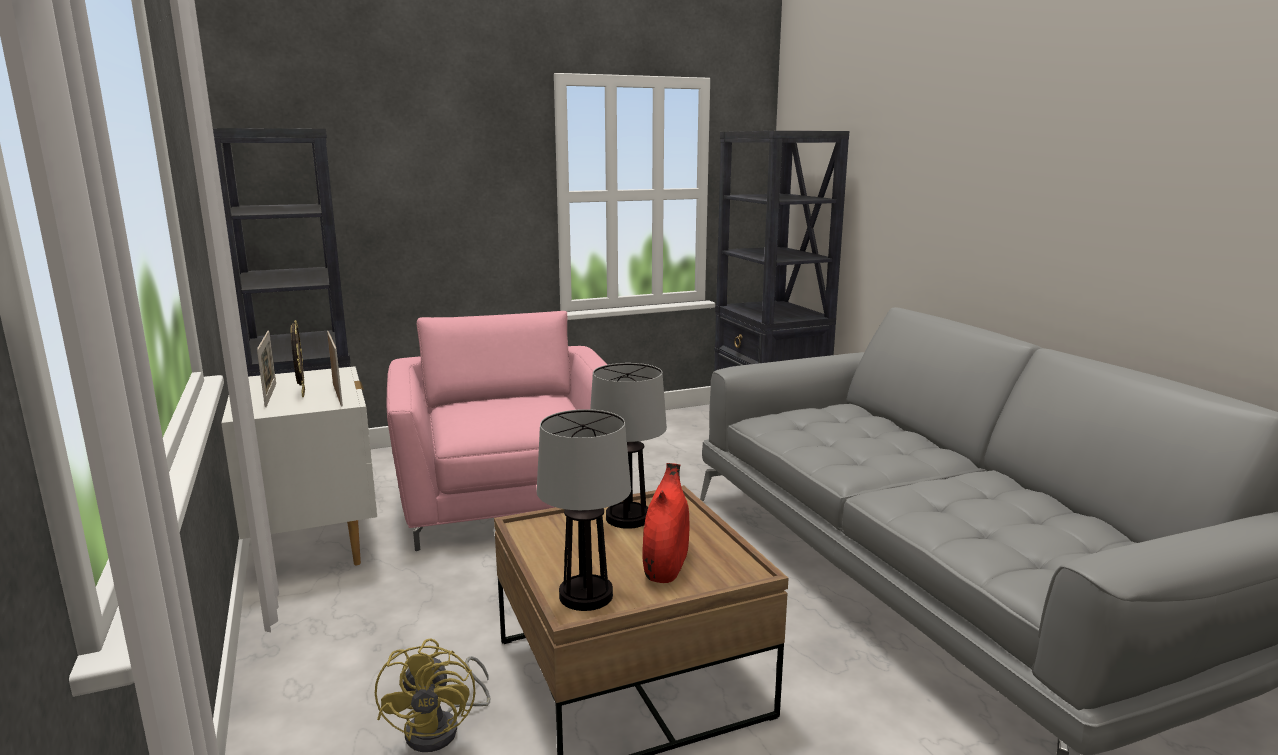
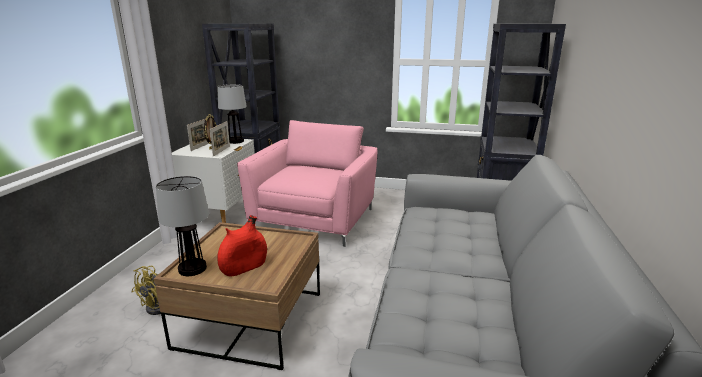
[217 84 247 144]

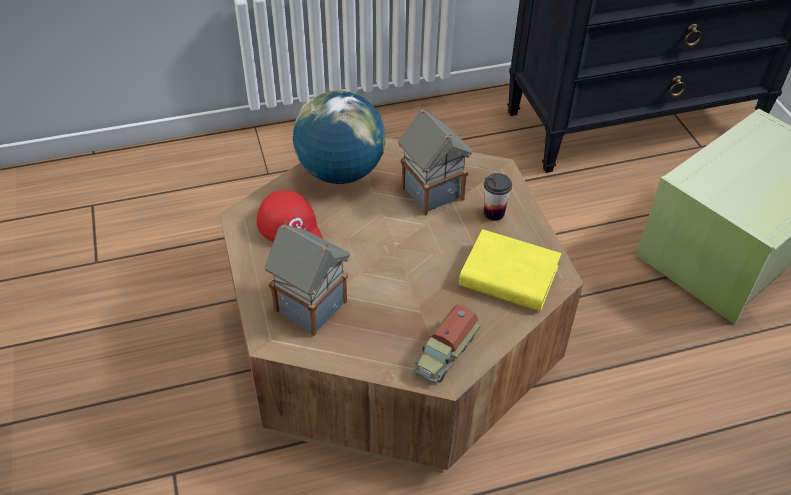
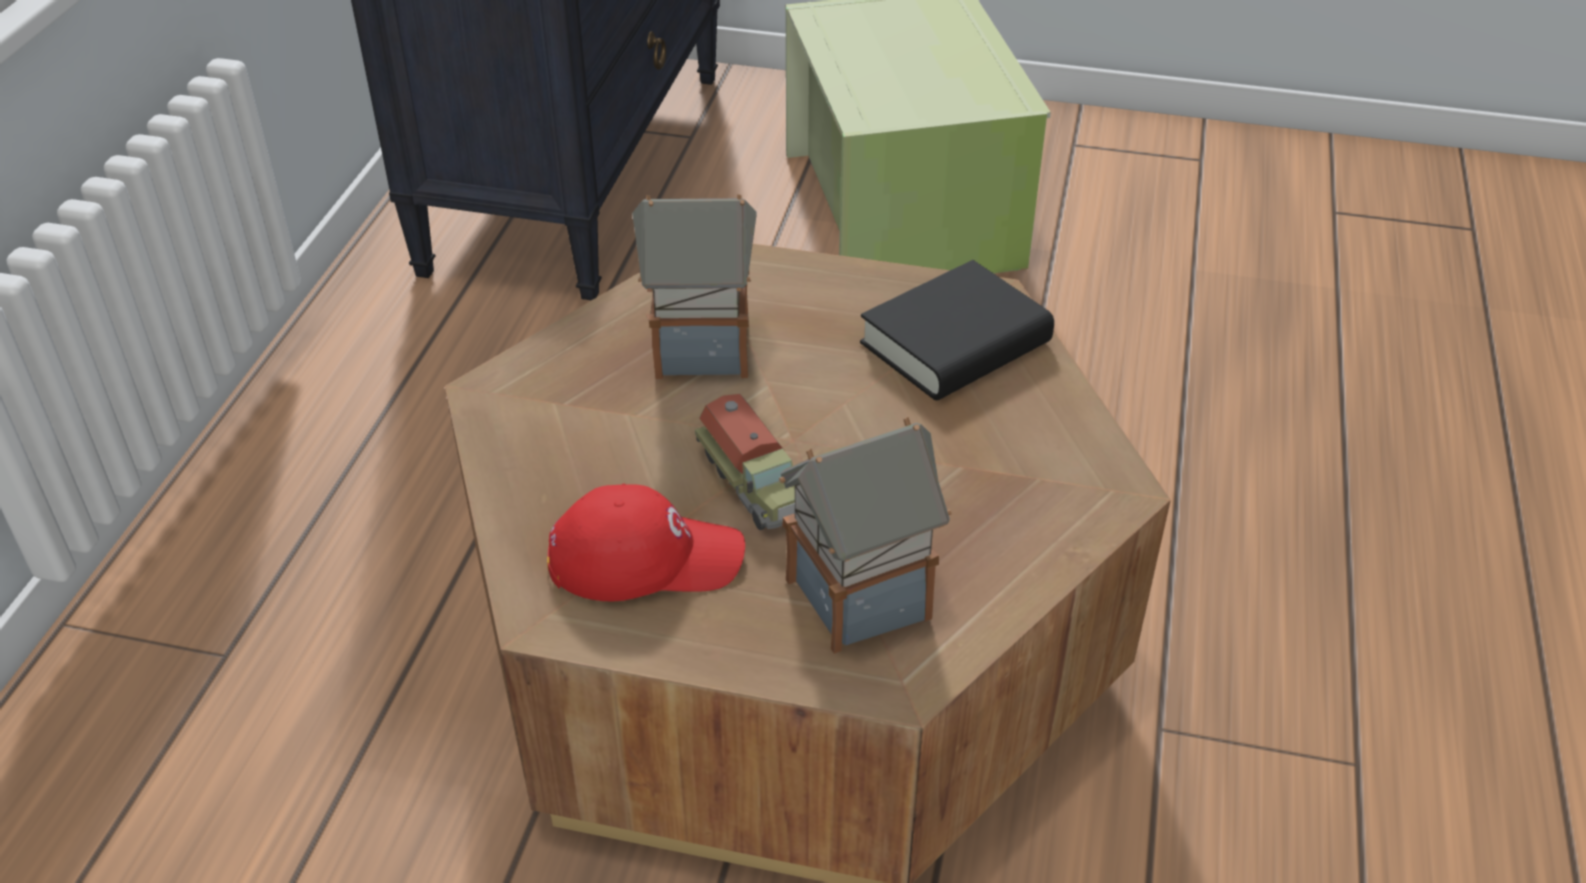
[695 394 796 530]
[860 260 1054 400]
[293 91 385 184] (first image)
[484 173 512 221] (first image)

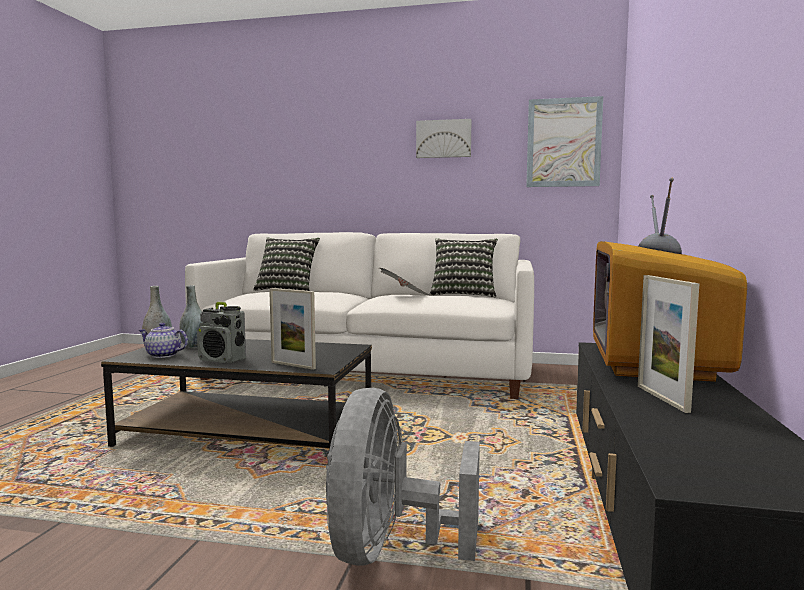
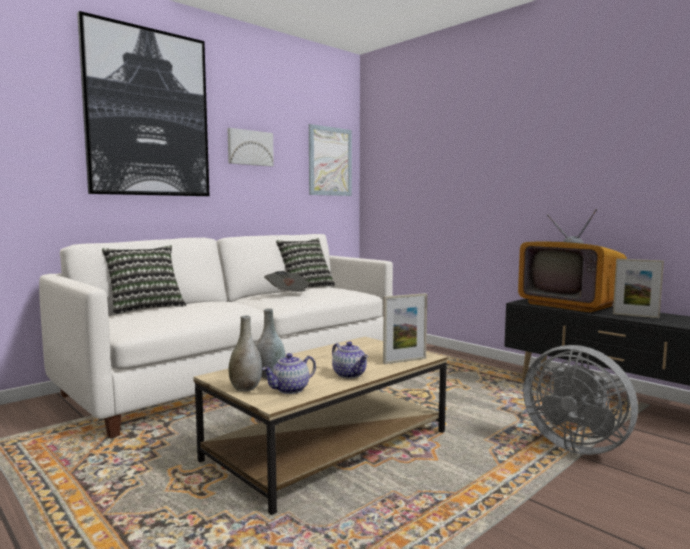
[77 11 209 196]
[193 337 448 515]
[332 342 368 379]

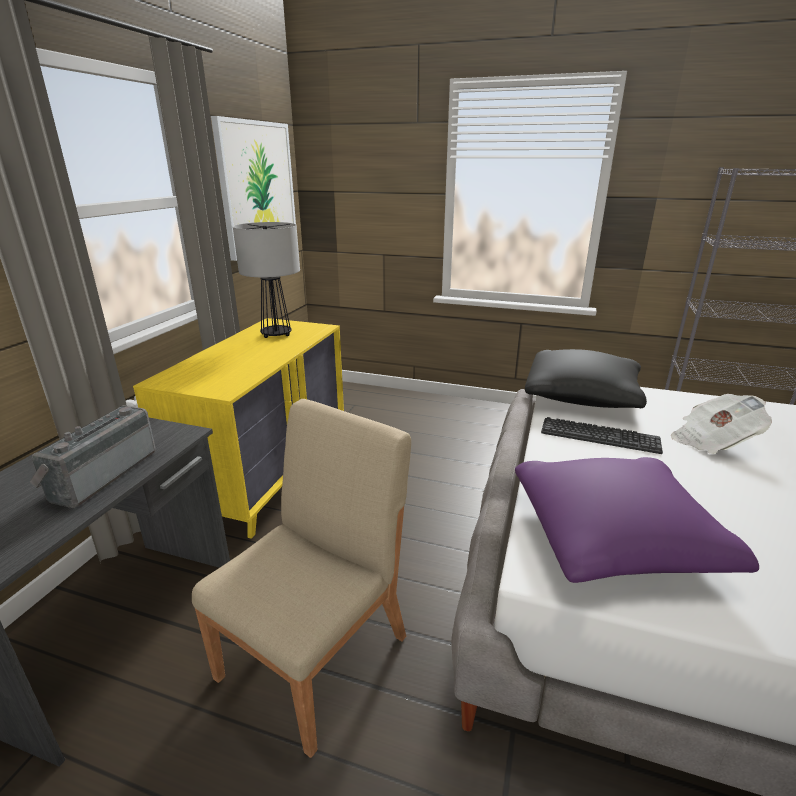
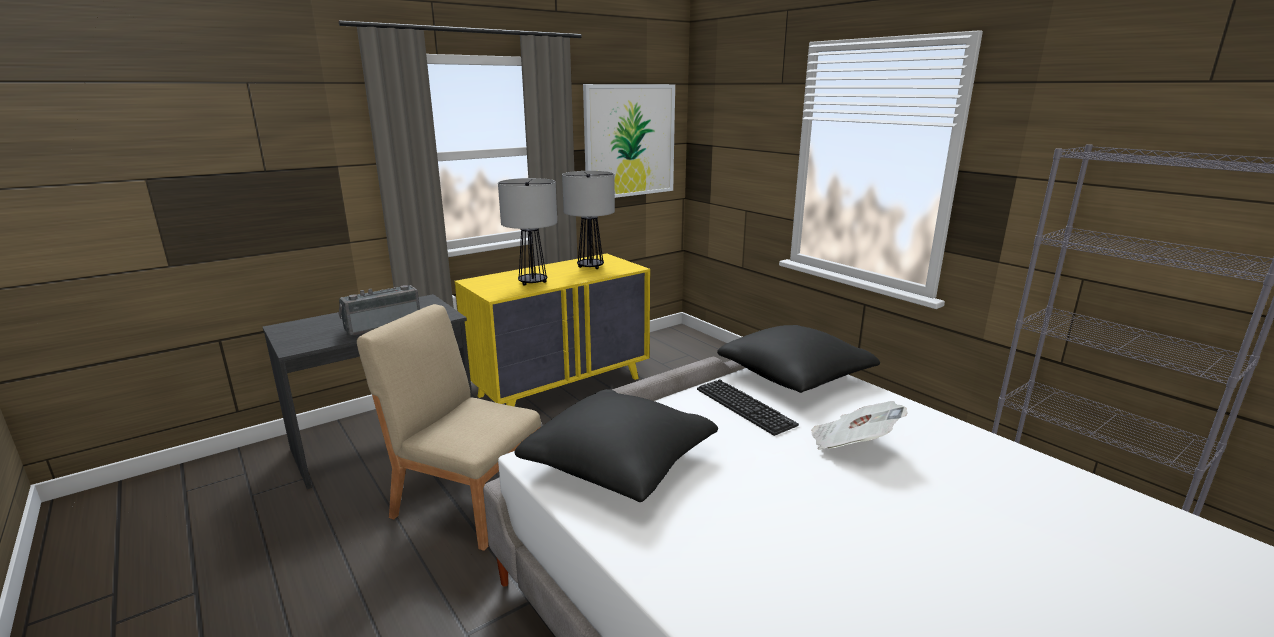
[357 304 541 551]
[498 178 557 285]
[515 389 718 502]

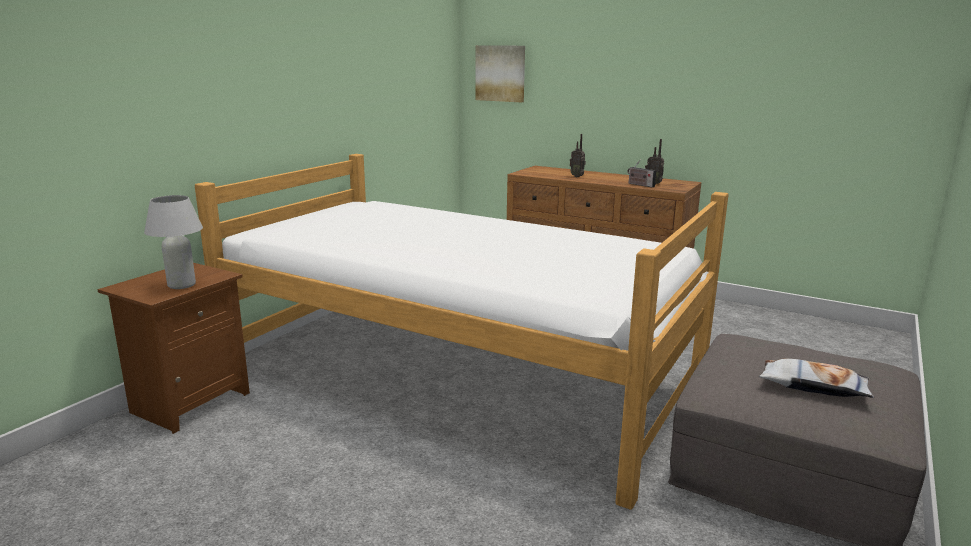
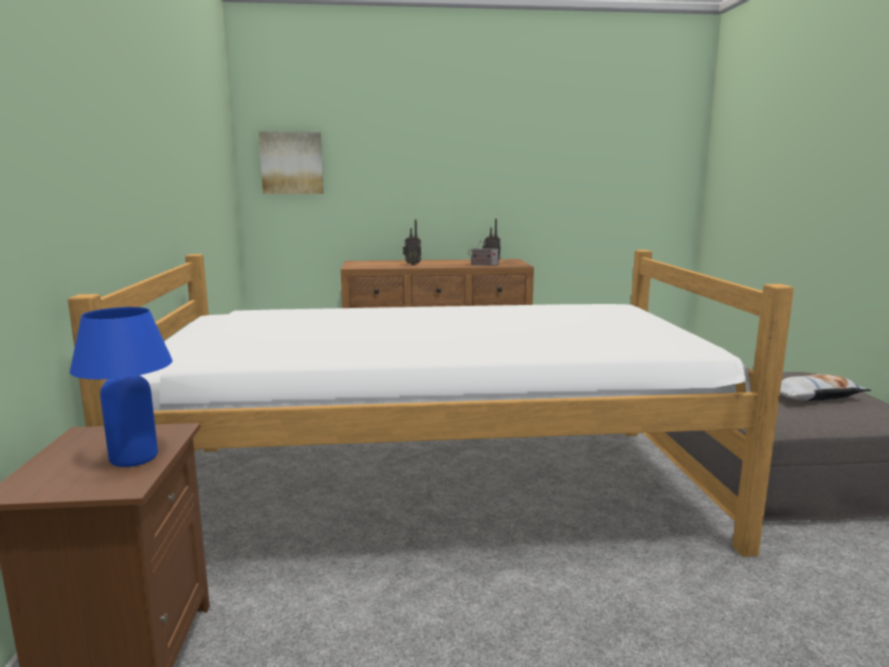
[70 307 173 467]

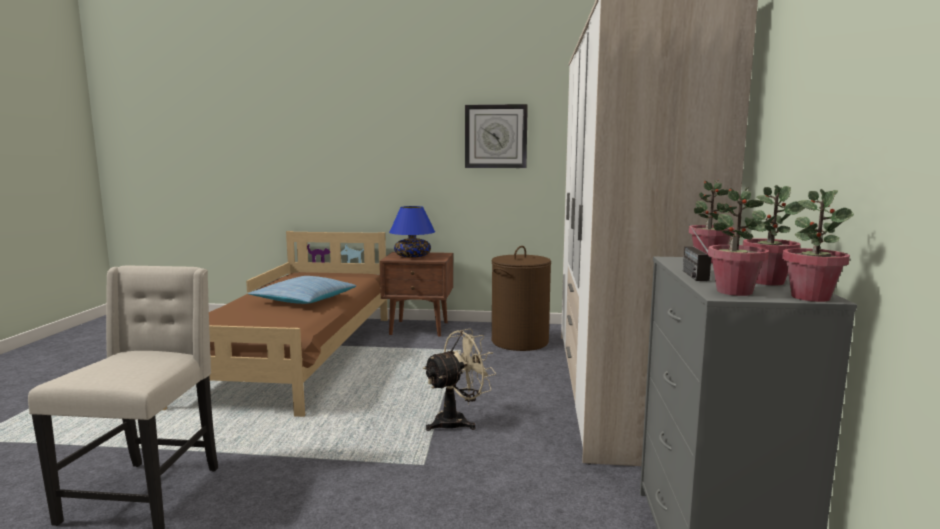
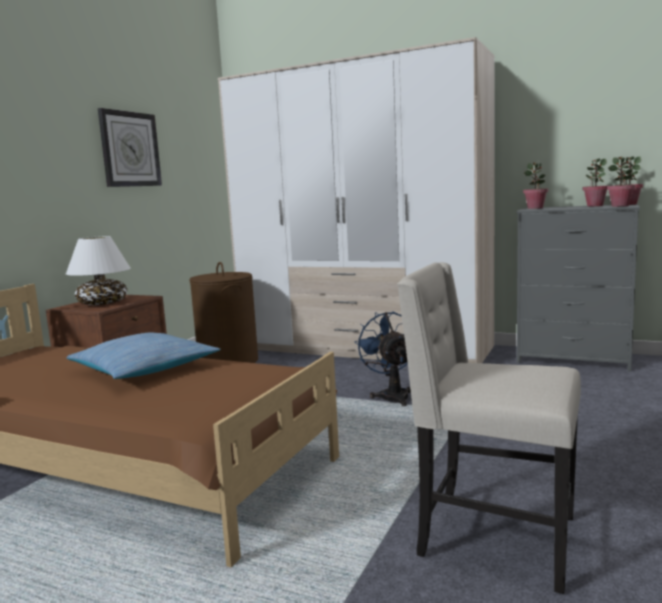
[66 236 131 305]
[354 312 411 406]
[683 224 711 281] (first image)

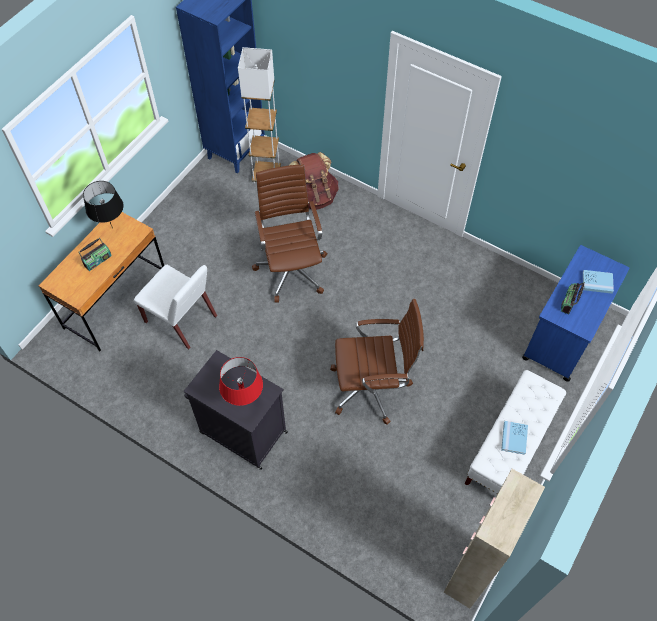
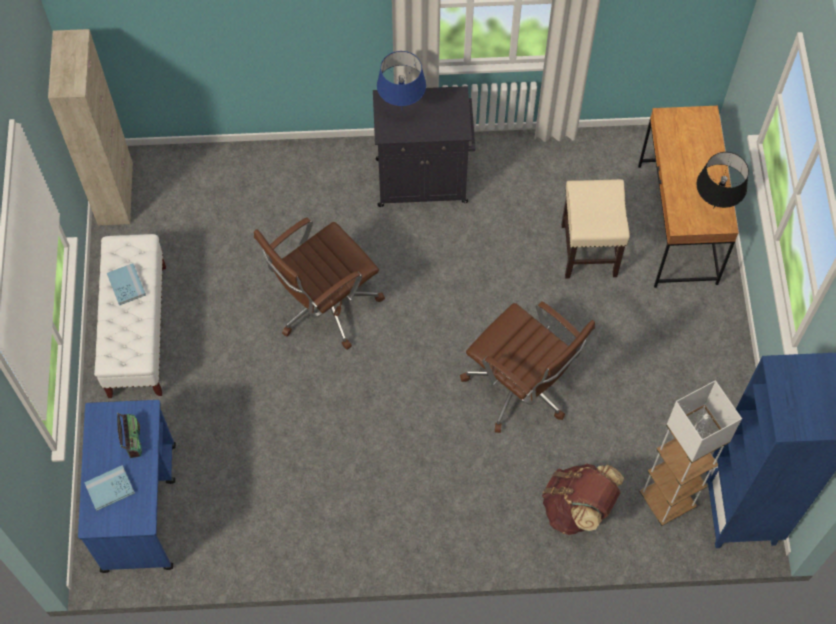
[377 51 426 106]
[561 179 630 279]
[78 238 112 271] (first image)

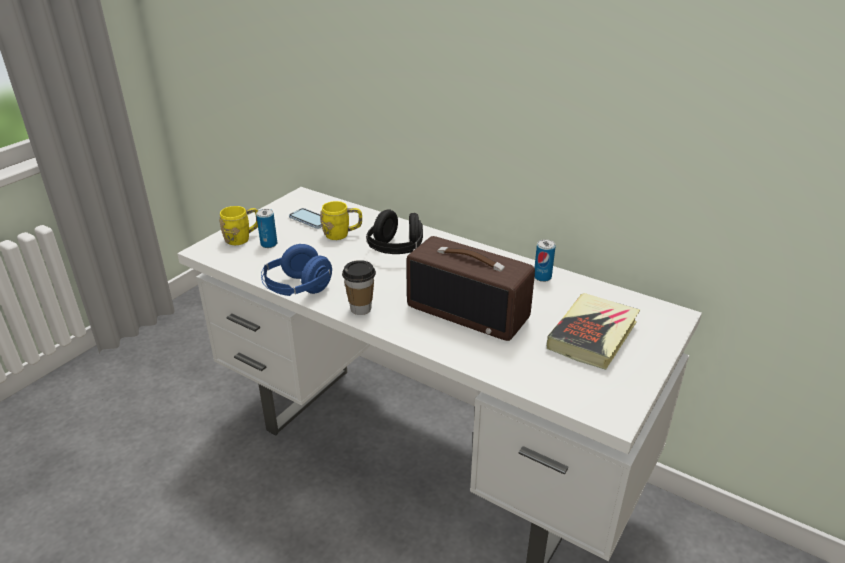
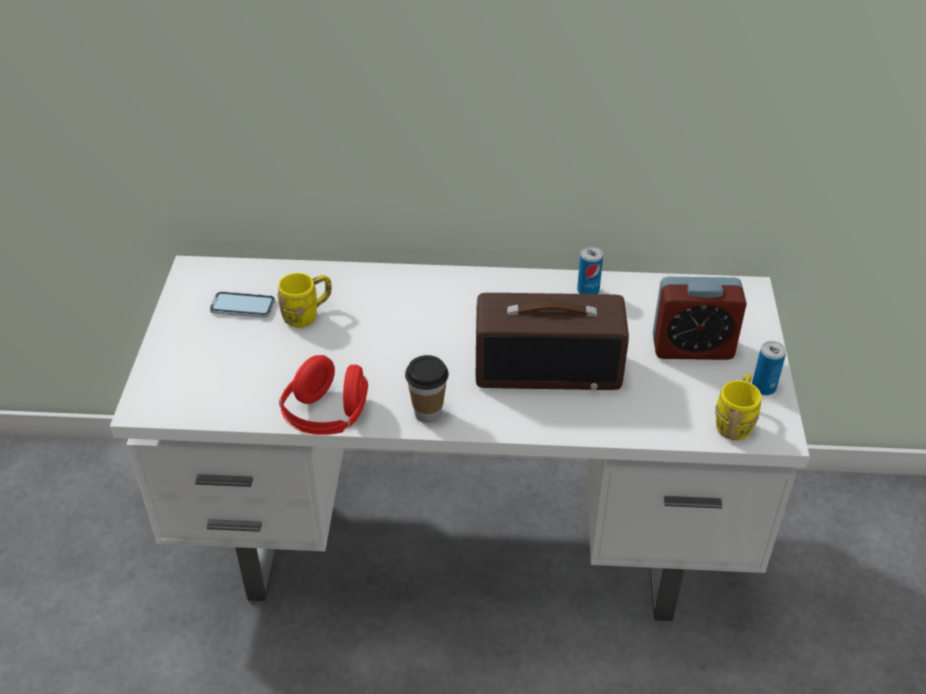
[279 355 368 435]
[653 277 747 360]
[715 374 761 440]
[752 341 786 395]
[366 209 423 254] (first image)

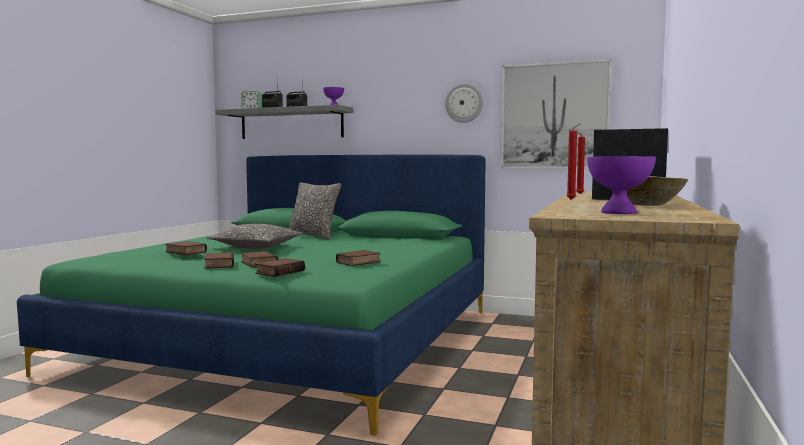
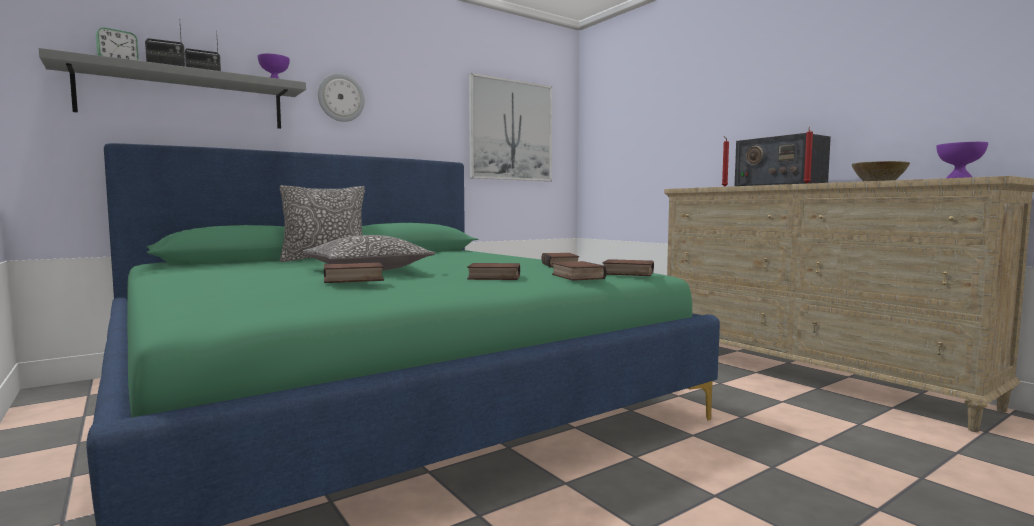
[318 73 365 122]
[602 259 654 276]

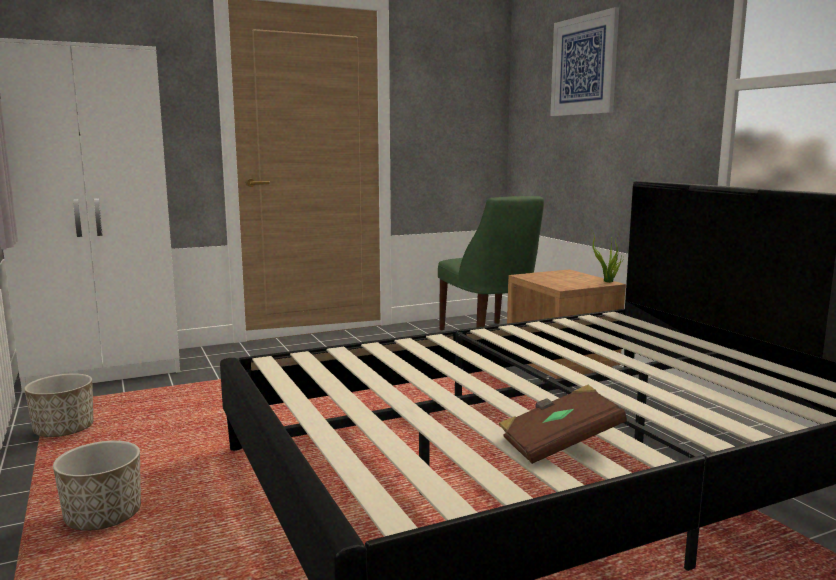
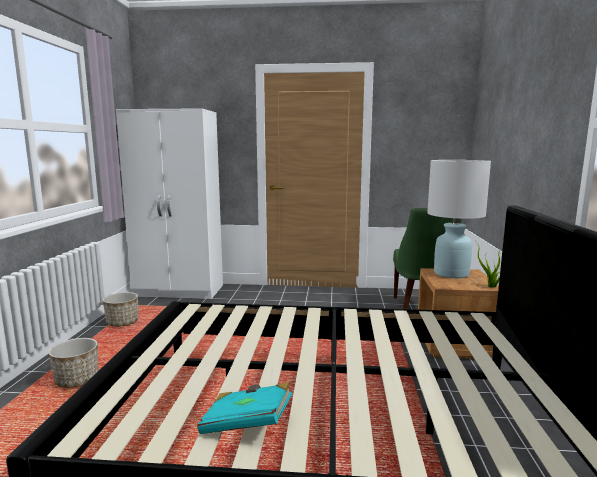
[197 382 292 434]
[427 160 491 278]
[550 7 619 116] (first image)

